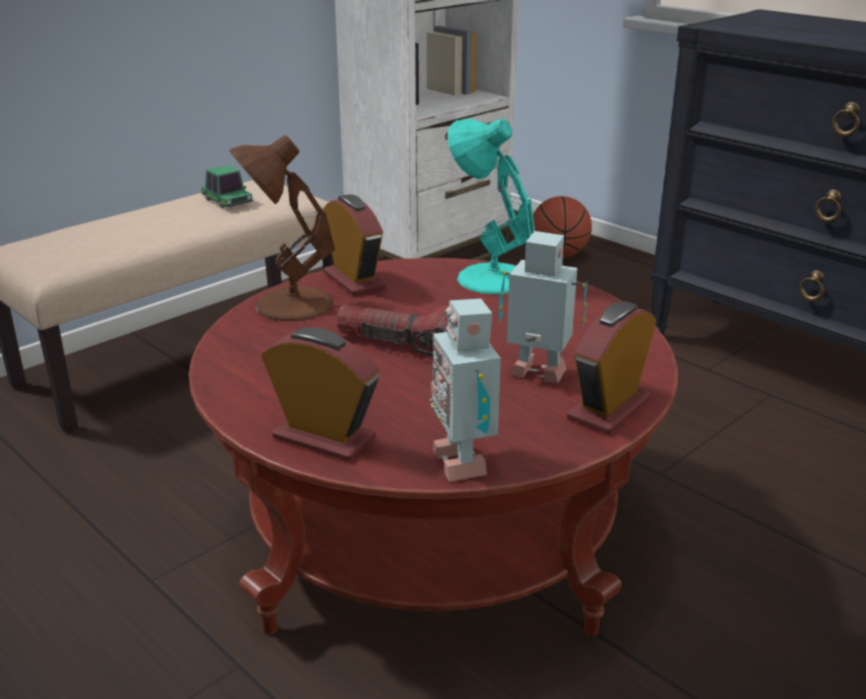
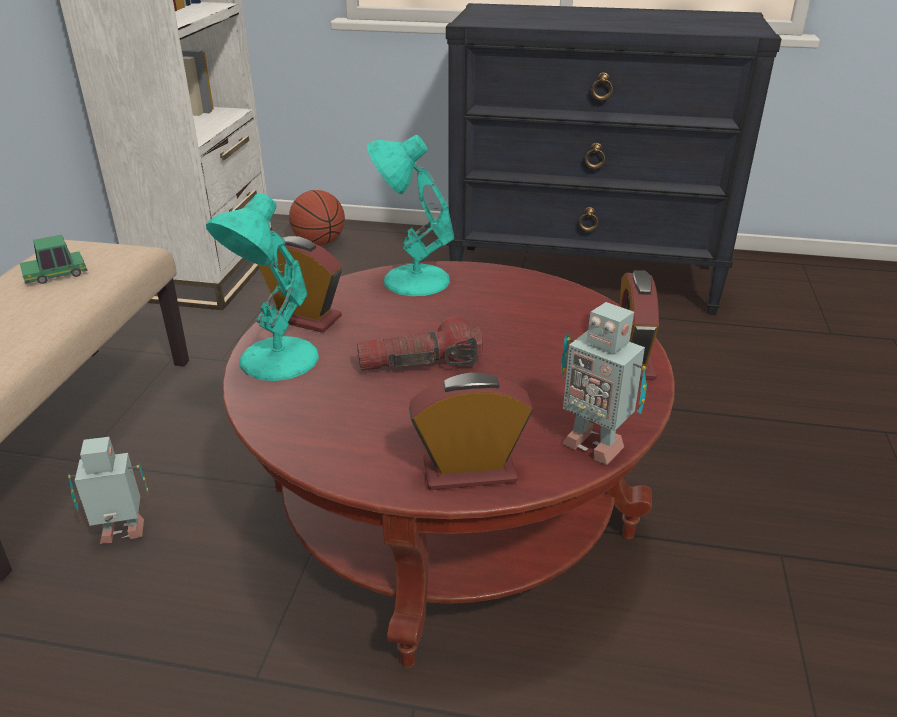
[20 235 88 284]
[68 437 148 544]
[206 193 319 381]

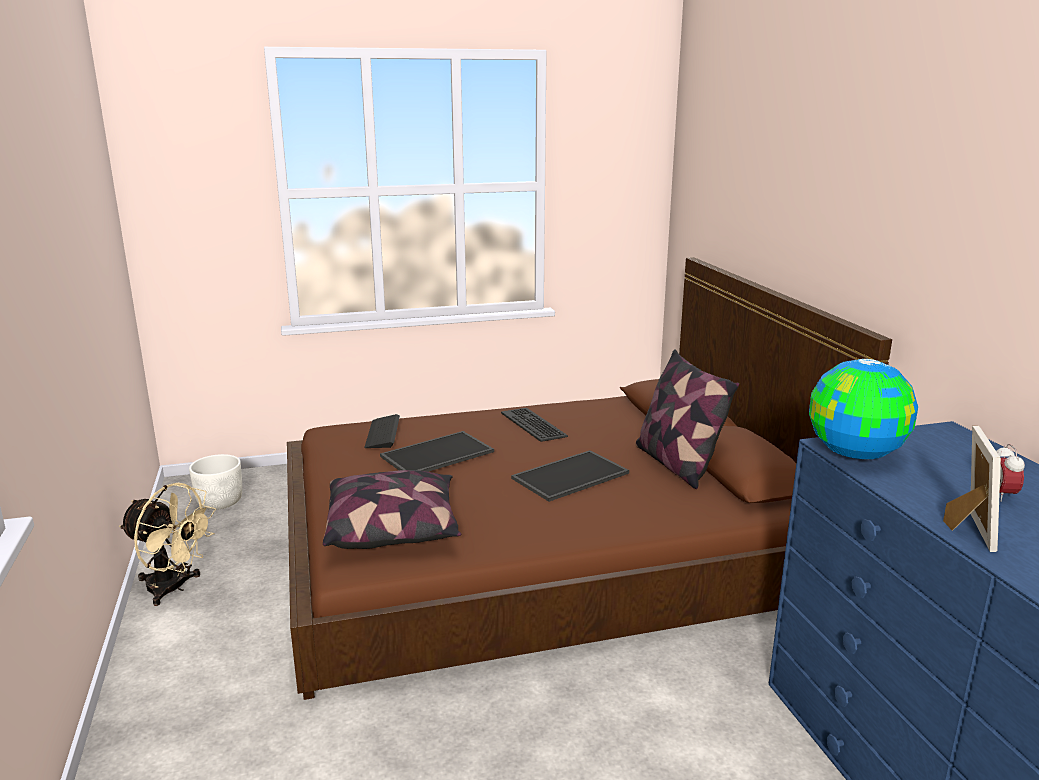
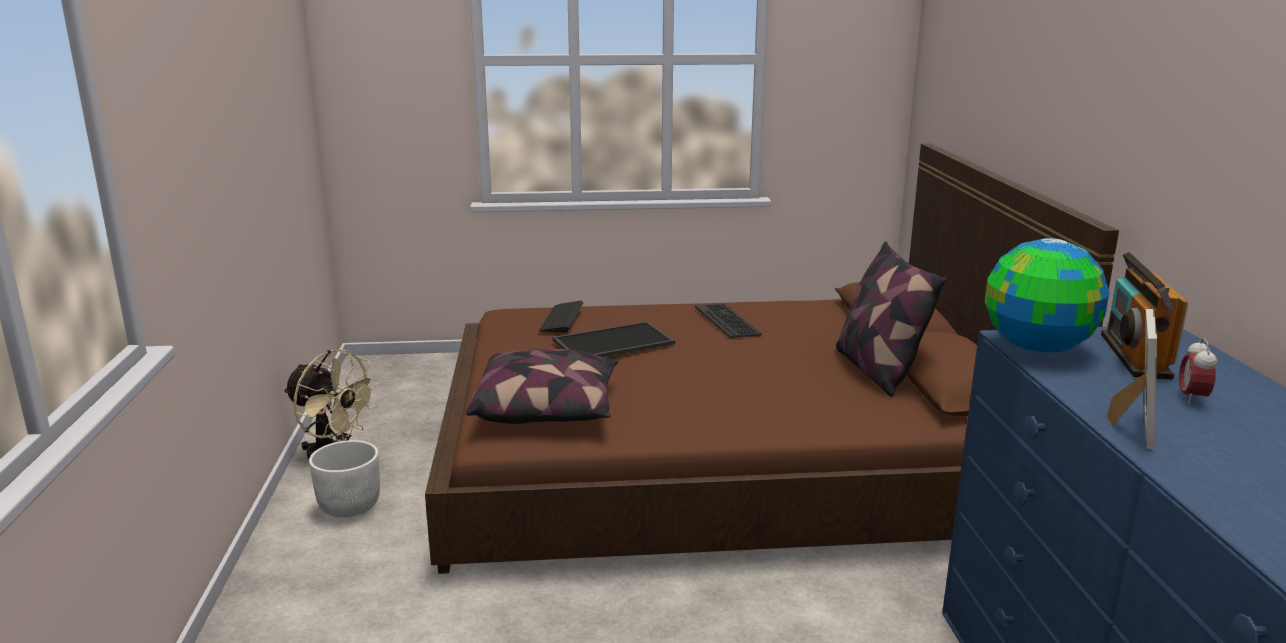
[309 440 380 517]
[1101 252 1188 380]
[511 450 629 502] (first image)

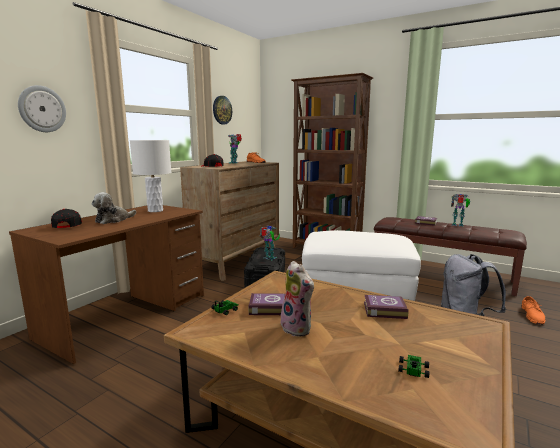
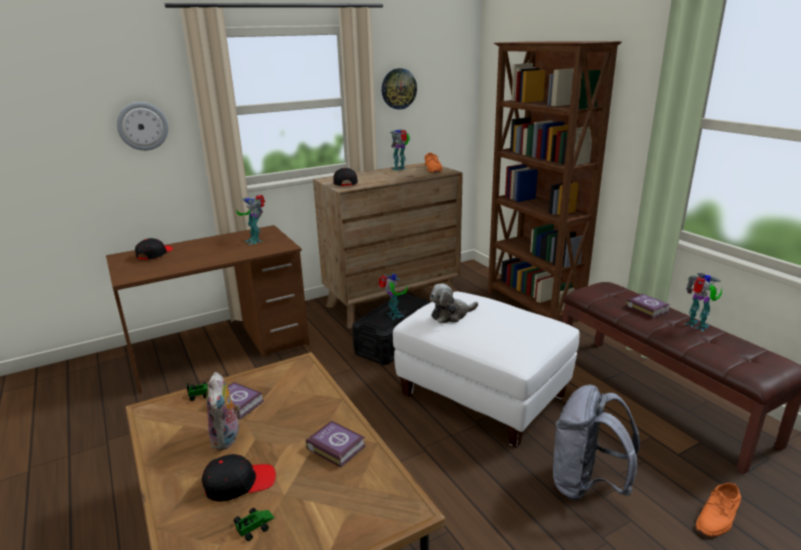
[202 454 276 502]
[236 195 265 245]
[430 284 478 324]

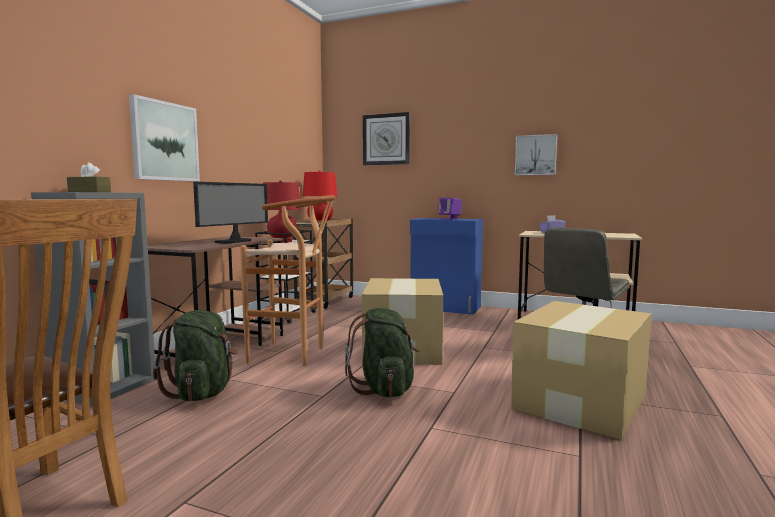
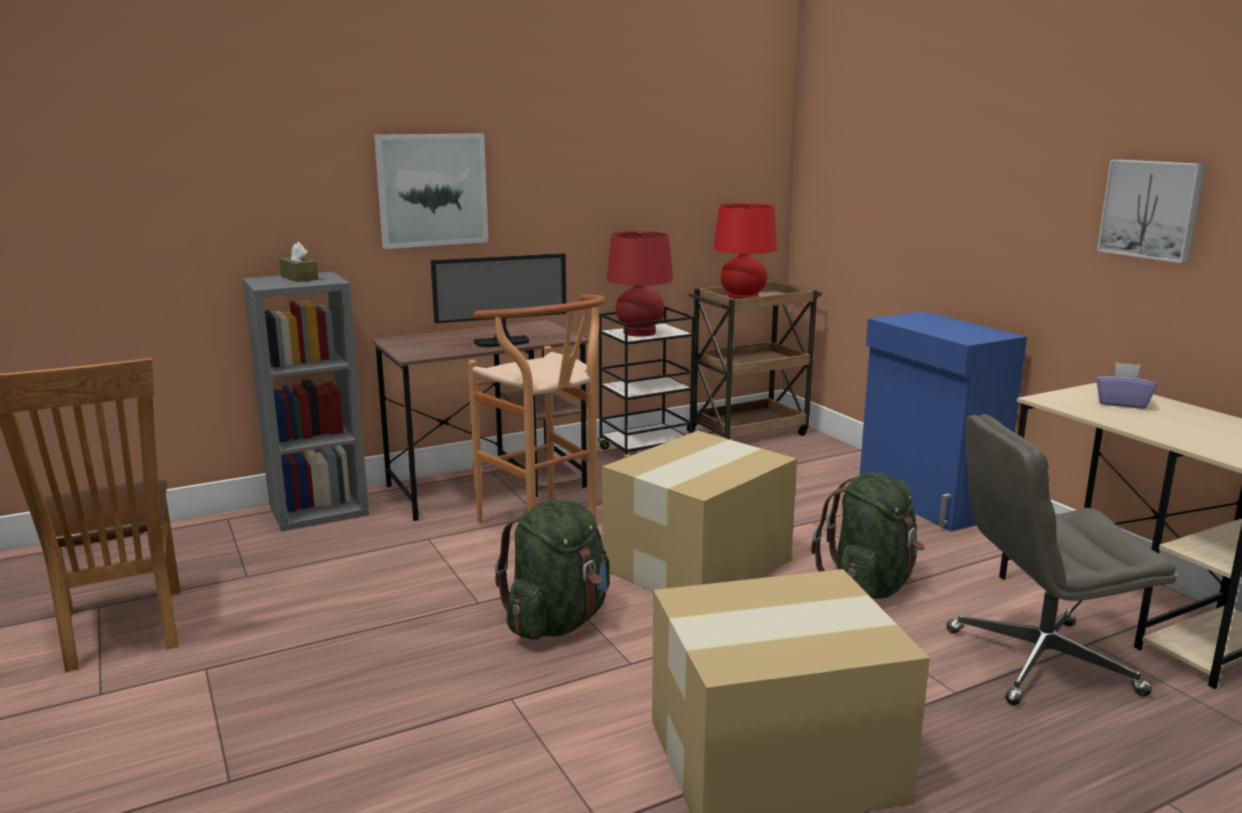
[811 472 925 599]
[363 112 410 165] (first image)
[438 198 462 219] (first image)

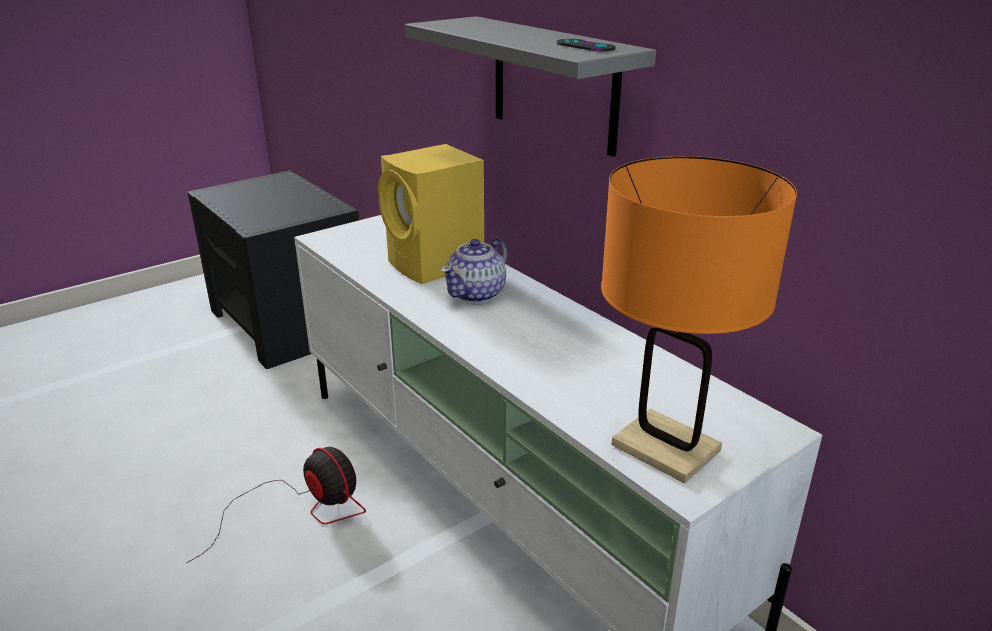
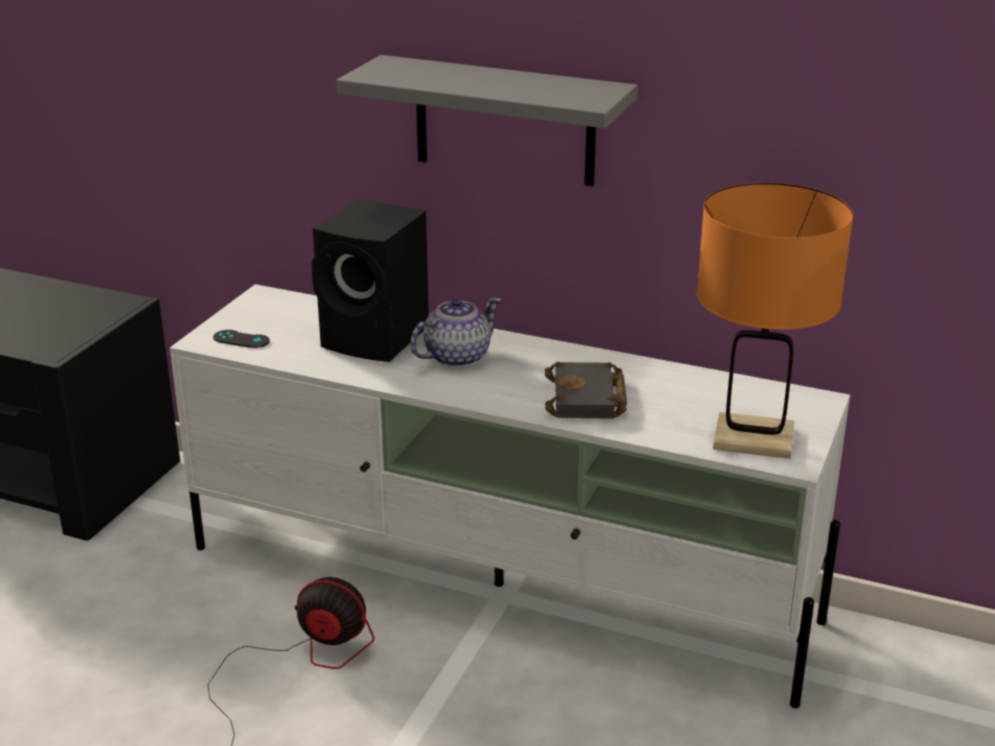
[213 330 270 348]
[311 199 429 362]
[410 297 502 367]
[545 362 627 419]

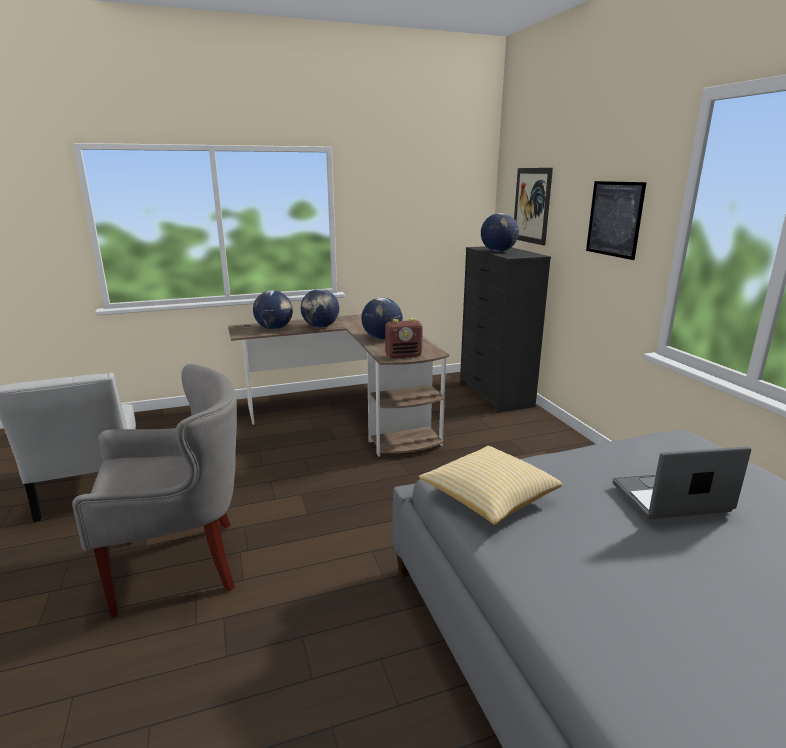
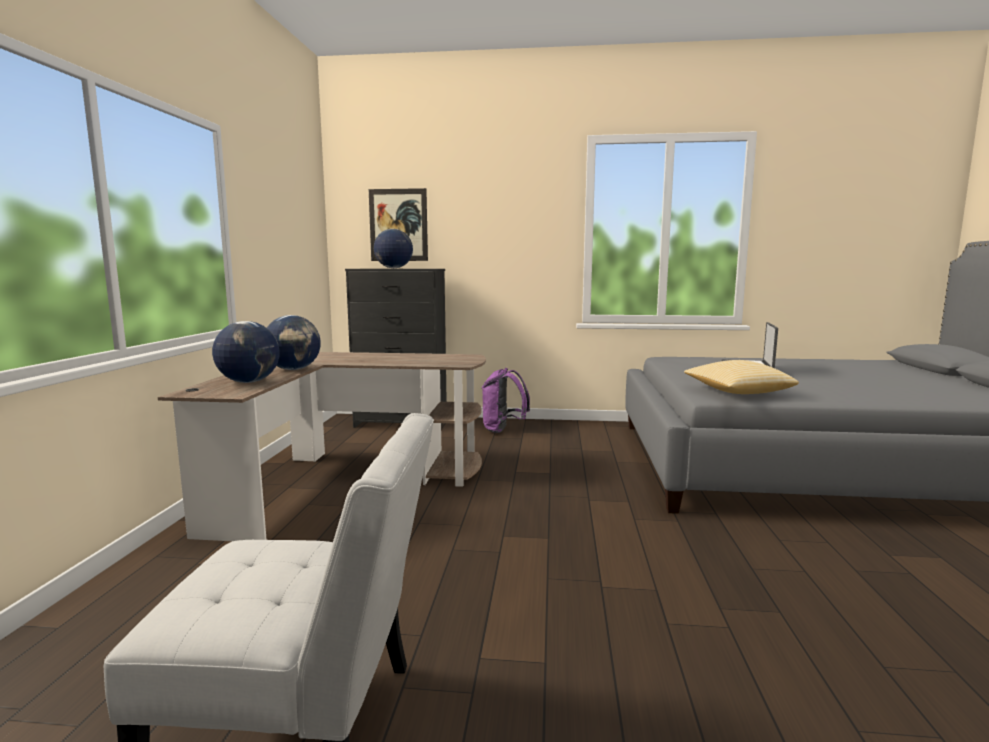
[482 368 530 433]
[72 364 237 618] (first image)
[361 297 403 339] (first image)
[385 318 423 358] (first image)
[586 181 646 260] (first image)

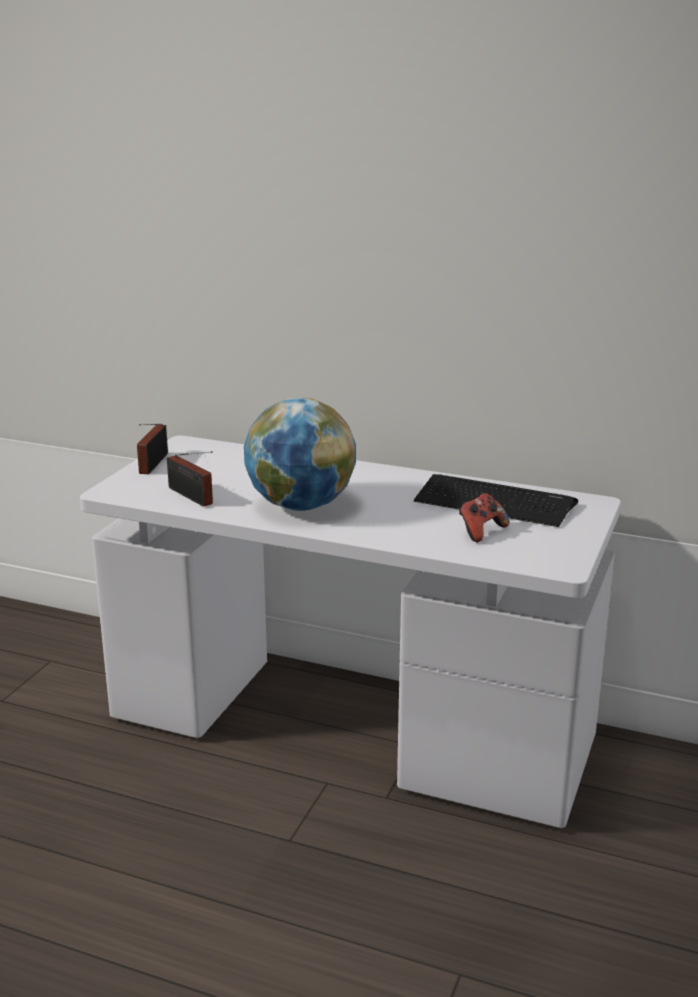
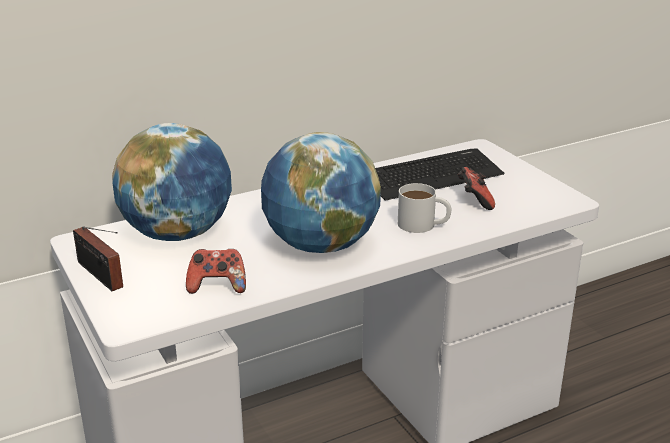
[112 123 232 241]
[186 249 246 294]
[398 183 451 233]

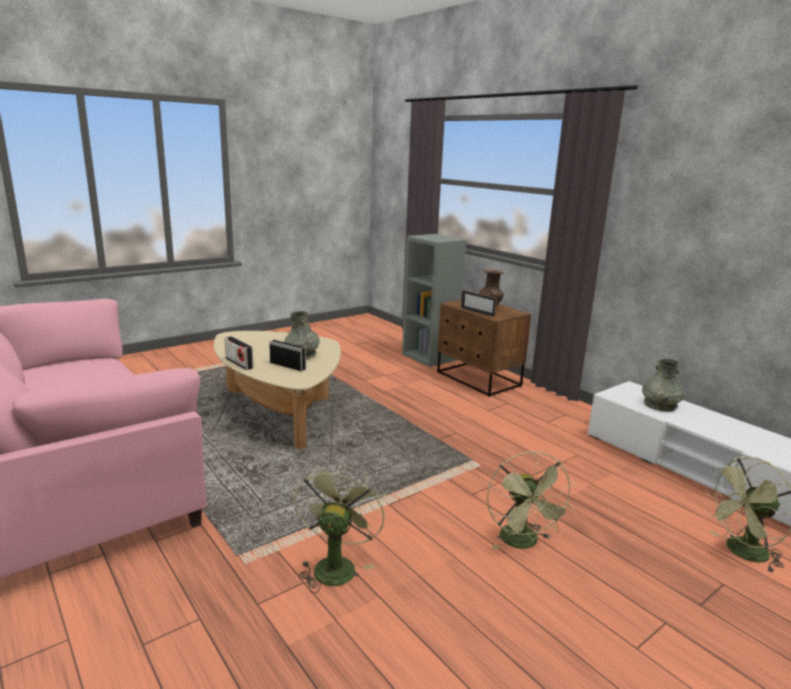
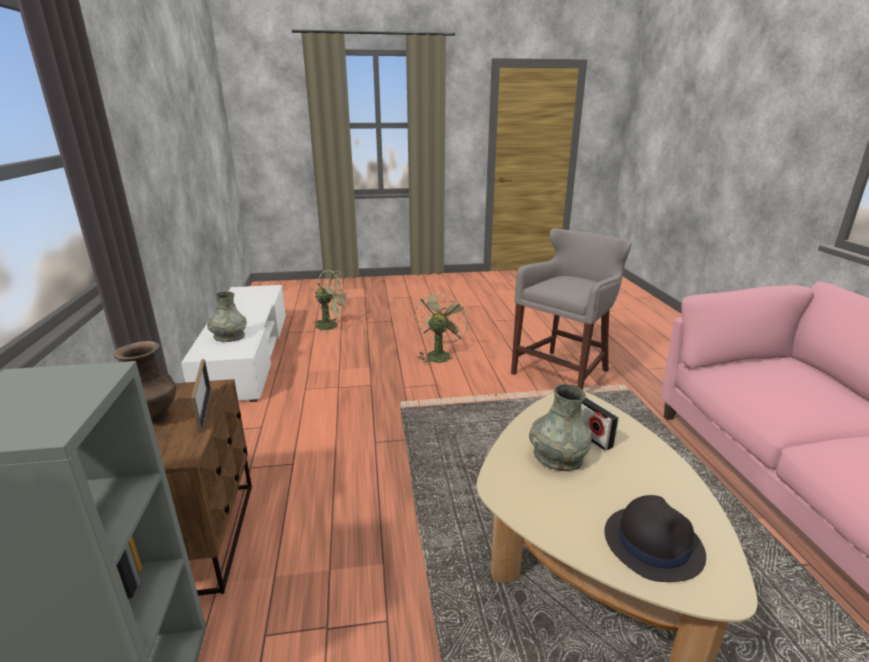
[511 228 632 390]
[605 495 706 582]
[225 336 254 370] (first image)

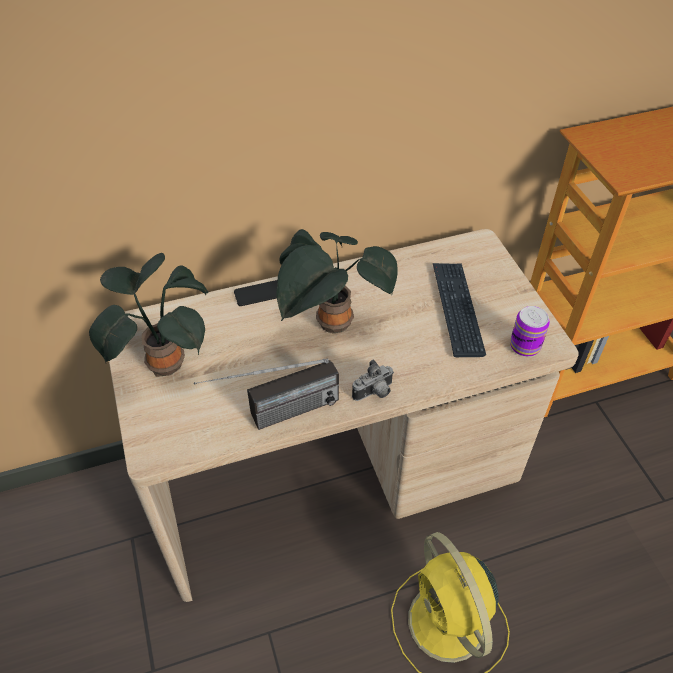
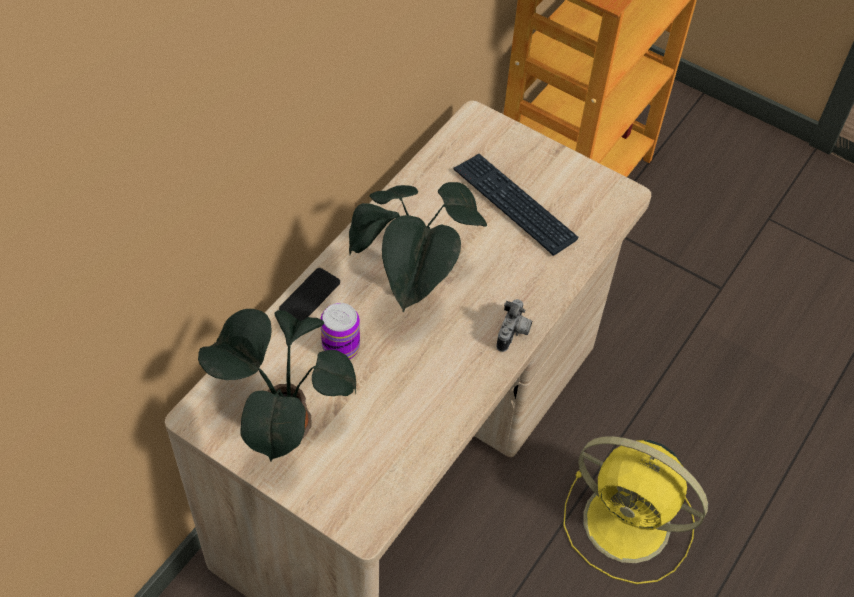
[321 303 360 359]
[194 359 339 430] (first image)

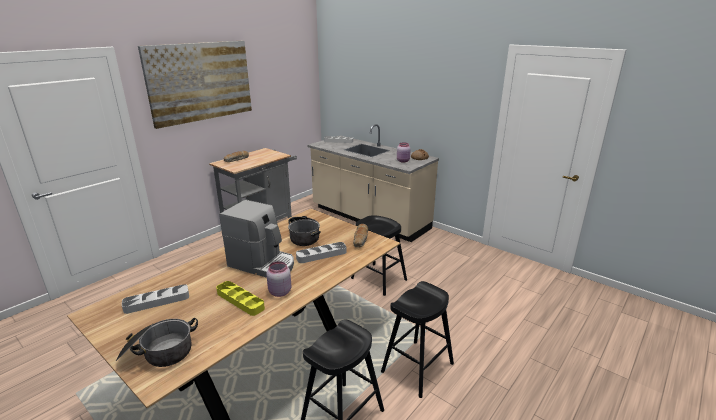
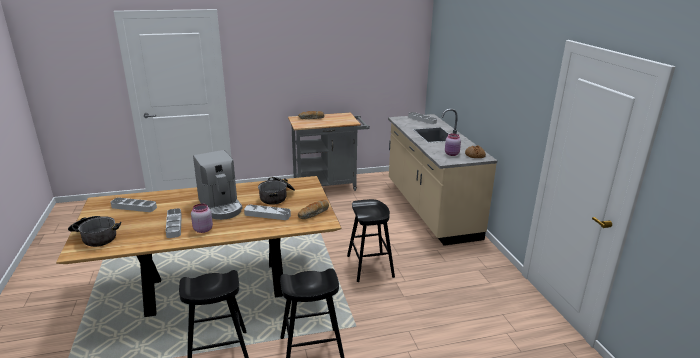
[166 208 182 238]
[138 41 252 129] (first image)

